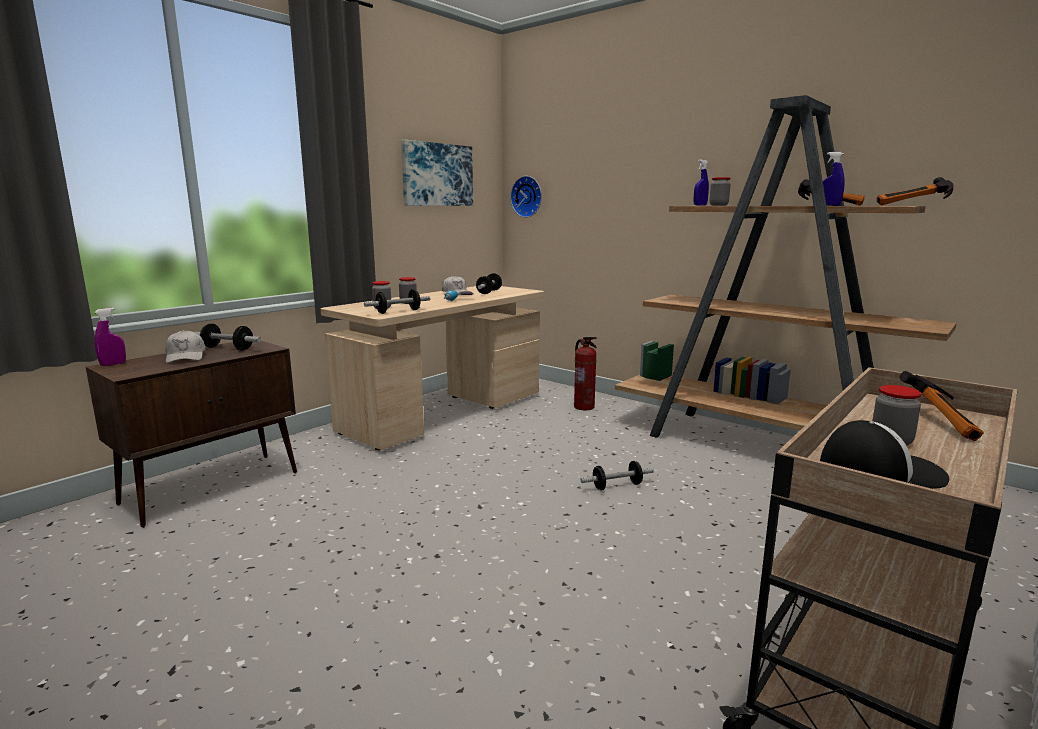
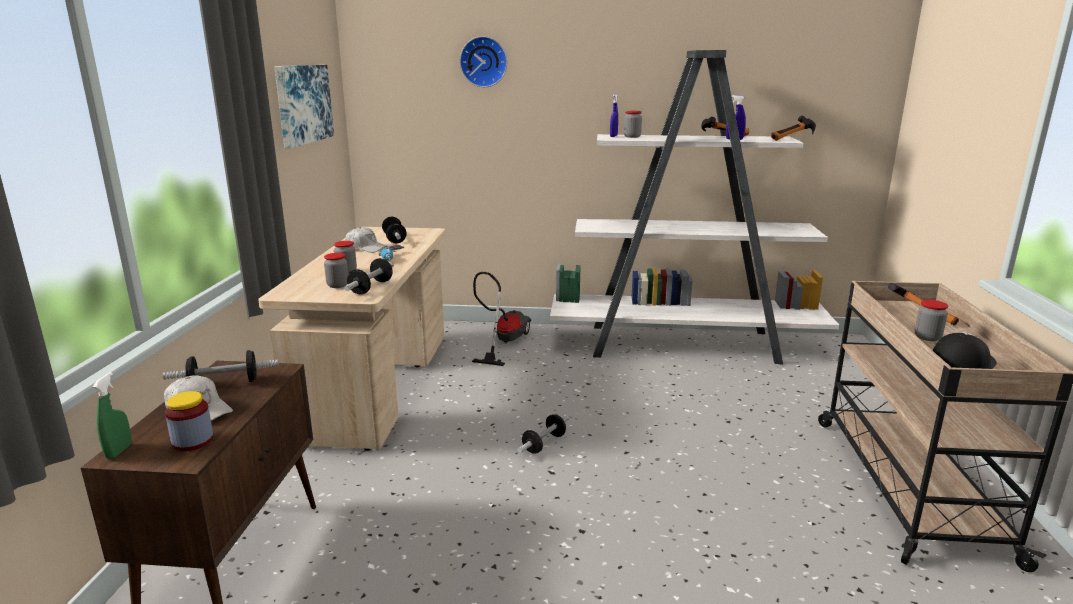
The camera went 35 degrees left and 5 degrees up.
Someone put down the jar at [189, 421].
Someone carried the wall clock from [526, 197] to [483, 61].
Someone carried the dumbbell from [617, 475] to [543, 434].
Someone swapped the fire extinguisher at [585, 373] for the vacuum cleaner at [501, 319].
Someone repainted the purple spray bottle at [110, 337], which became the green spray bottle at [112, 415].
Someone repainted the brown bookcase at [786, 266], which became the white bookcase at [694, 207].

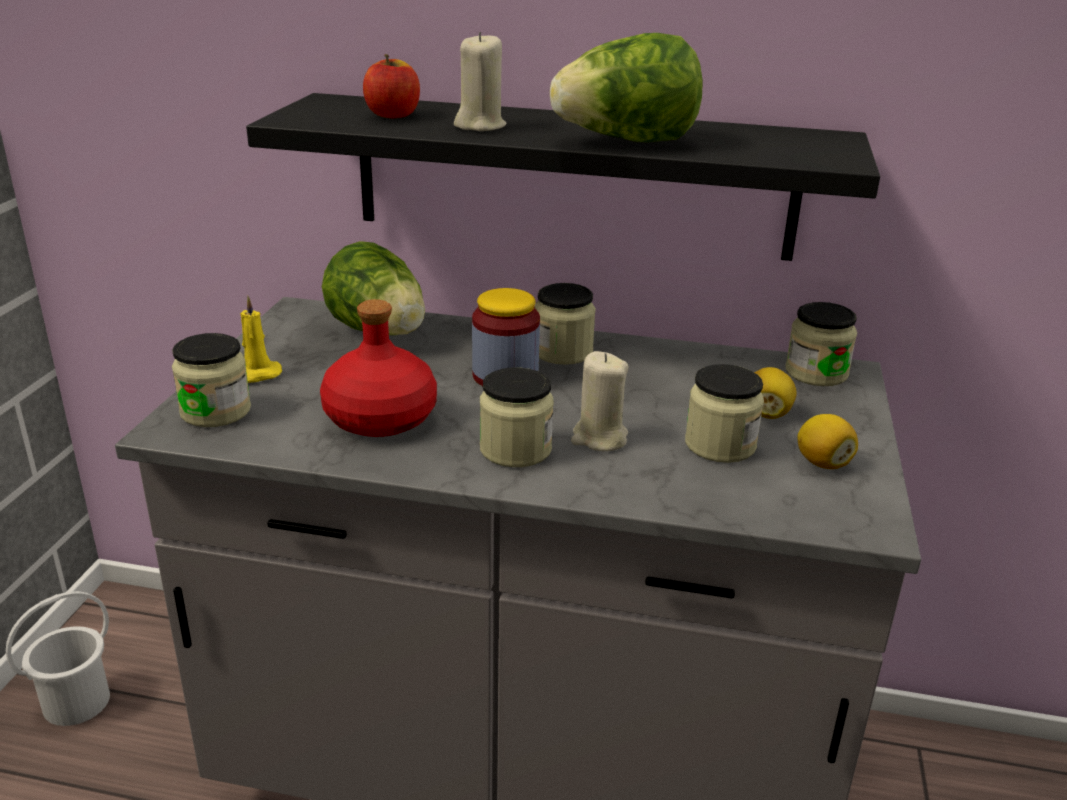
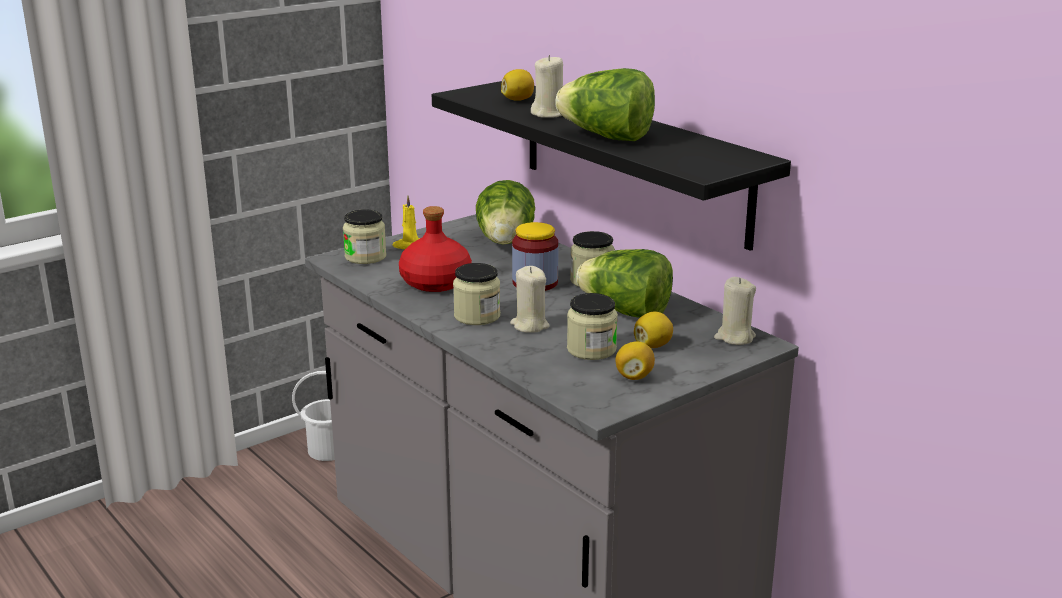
The camera went 40 degrees right and 5 degrees down.
Someone put down the lettuce at [624, 283].
Someone swapped the apple at [391, 86] for the lemon at [517, 85].
Someone swapped the jar at [821, 344] for the beige candle at [735, 311].

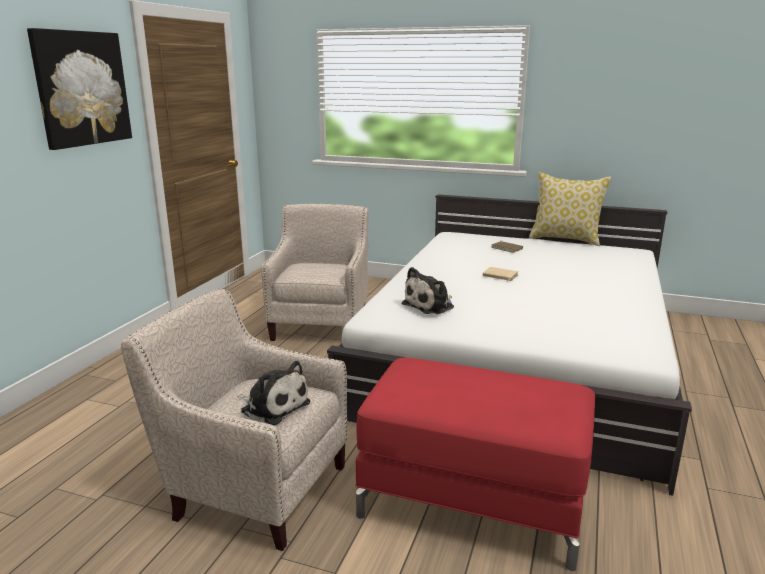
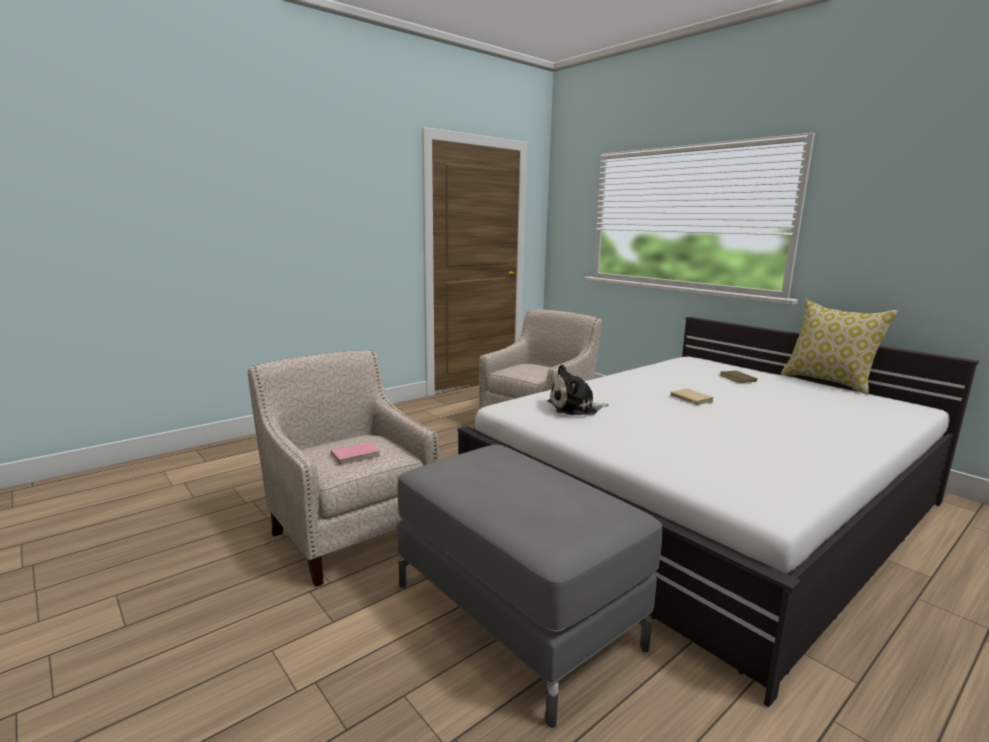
The camera went 30 degrees right and 5 degrees down.
Someone took away the picture at [79, 89].
Someone swapped the plush toy at [273, 393] for the pink book at [354, 454].
Someone repainted the red ottoman at [475, 464], which became the grey ottoman at [529, 586].

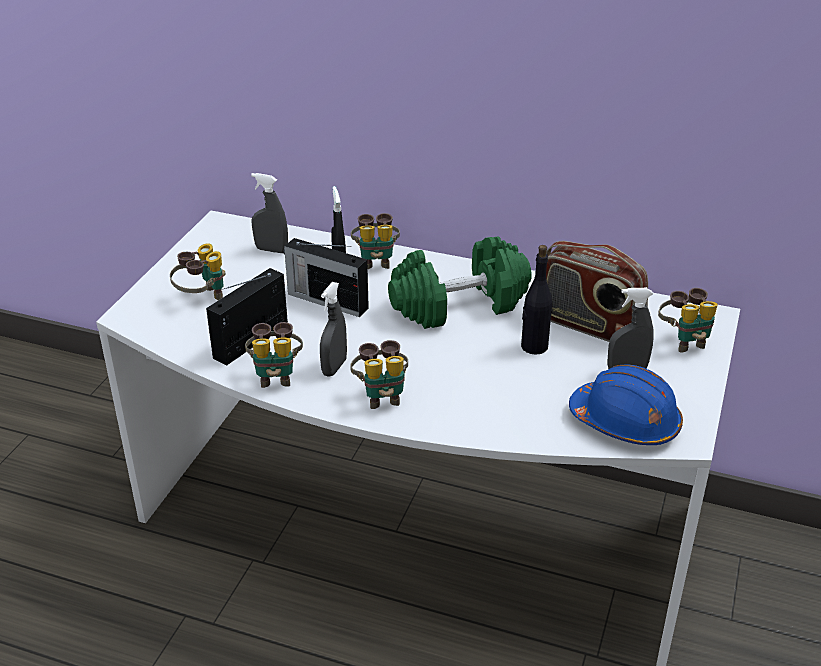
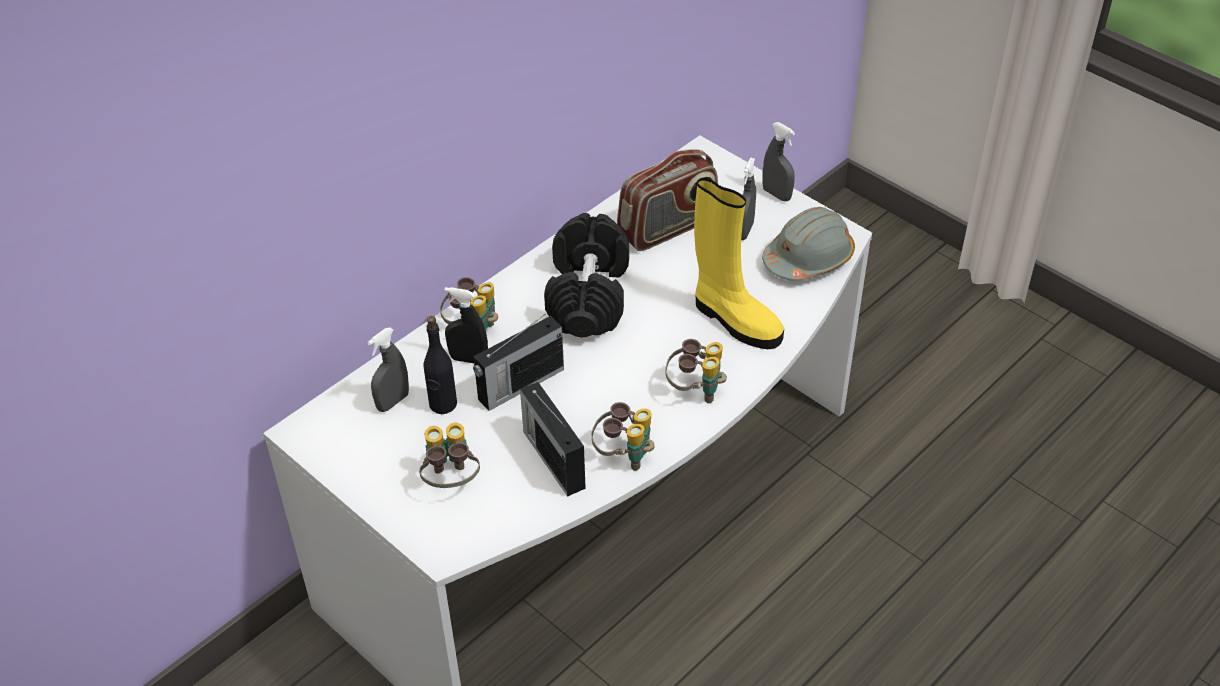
The camera went 65 degrees left and 10 degrees up.
Someone took away the binoculars at [688, 320].
Someone put down the yellow boot at [739, 263].
Someone carried the grey spray bottle from [333, 329] to [778, 161].
Someone carried the black bottle from [536, 300] to [440, 365].
Someone repainted the green dumbbell at [460, 282], which became the black dumbbell at [586, 275].
Someone repainted the blue hard hat at [626, 404], which became the grey hard hat at [808, 244].

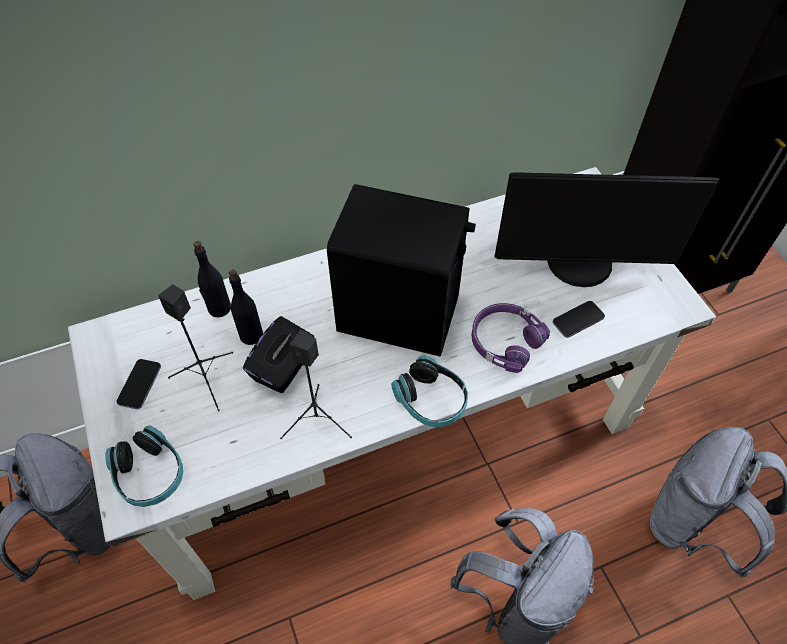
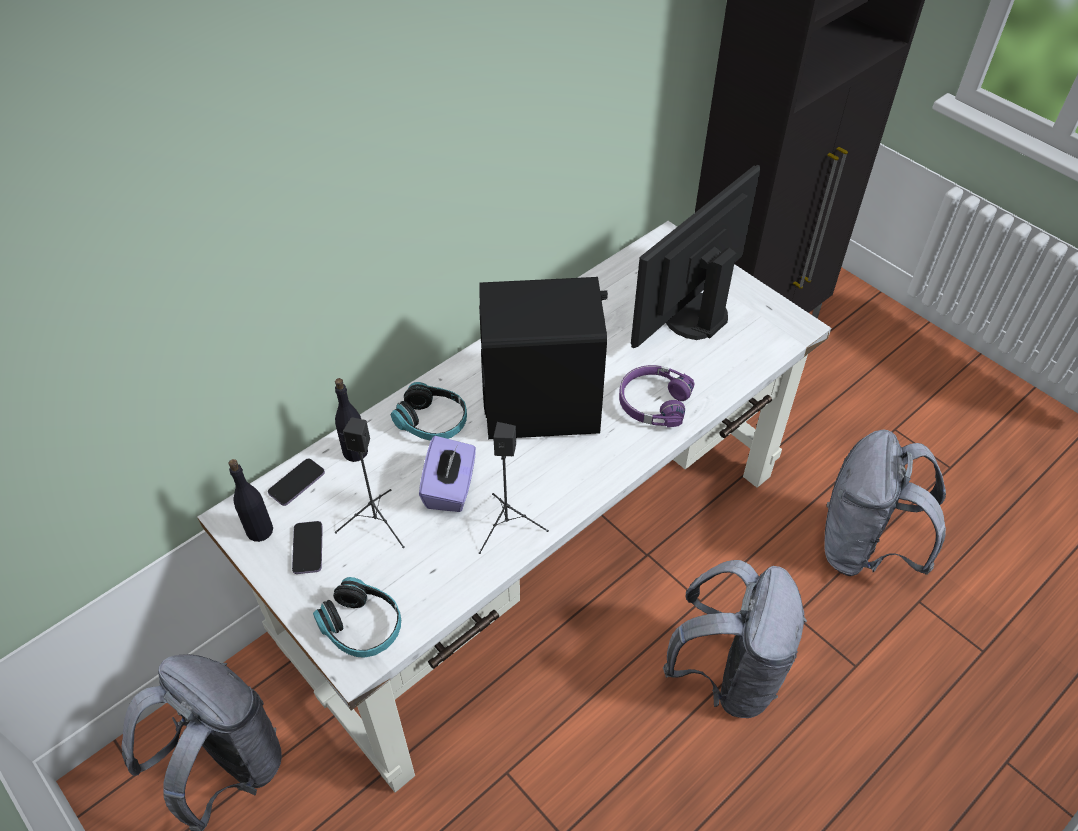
The camera went 20 degrees left and 5 degrees down.
Someone carried the black bottle from [246, 307] to [251, 500].
Someone carried the headphones from [429, 391] to [429, 411].
Someone carried the phone from [579, 319] to [296, 482].
Someone repainted the black tissue box at [279, 354], which became the purple tissue box at [447, 474].
Someone rotated the monitor at [607, 229] by 150 degrees clockwise.

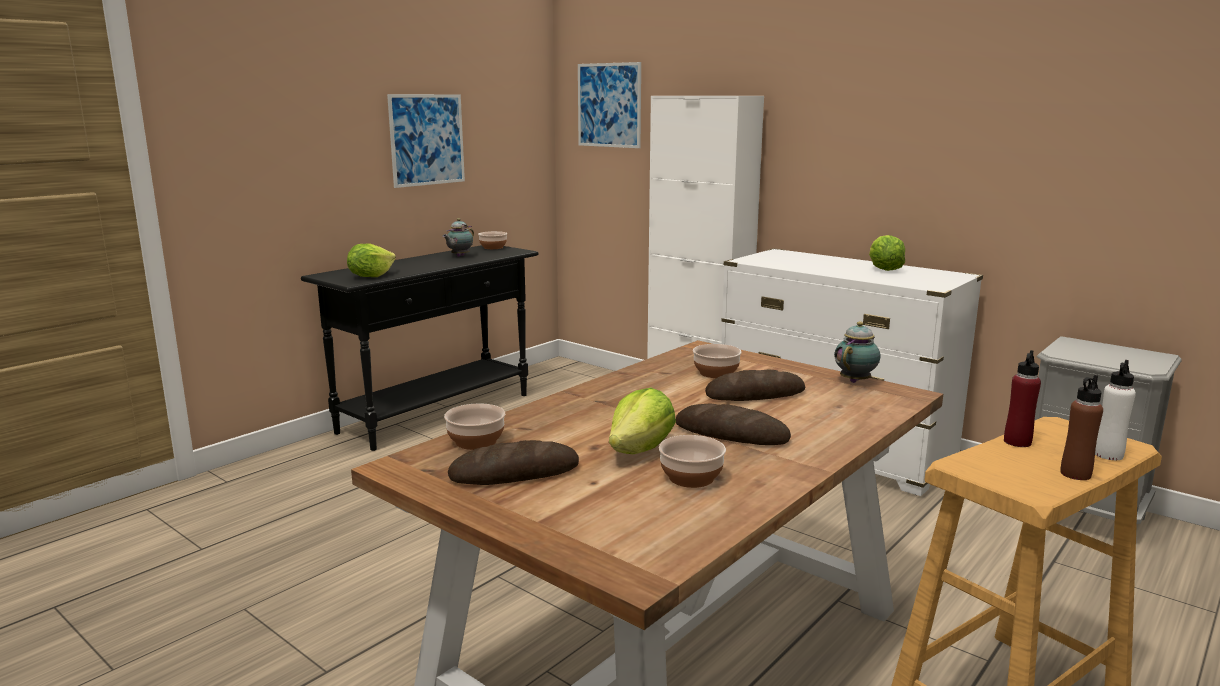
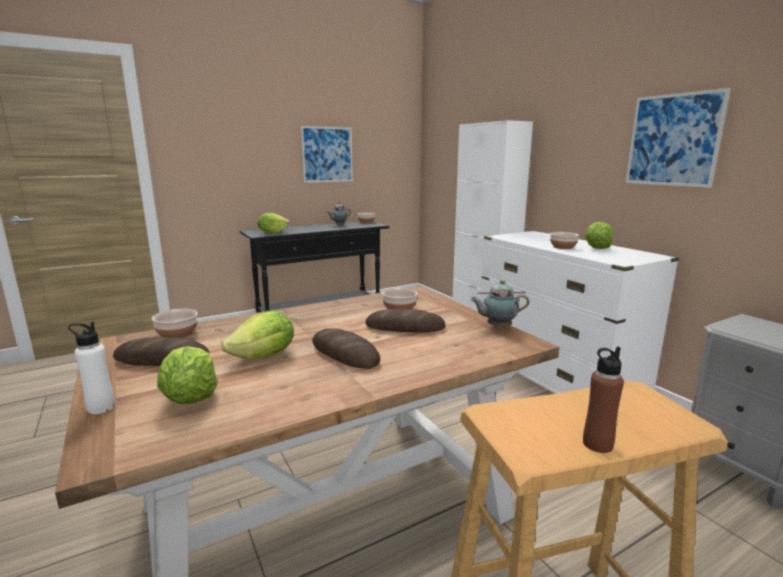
The camera went 20 degrees right and 0 degrees up.
Someone took away the red bottle at [1022, 398].
Someone put down the lettuce at [187, 375].
Someone carried the picture from [609, 105] to [678, 138].
Someone carried the bowl from [692, 461] to [564, 240].
Someone carried the white bottle from [1115, 410] to [91, 367].
Someone rotated the teapot at [857, 352] by 150 degrees counterclockwise.

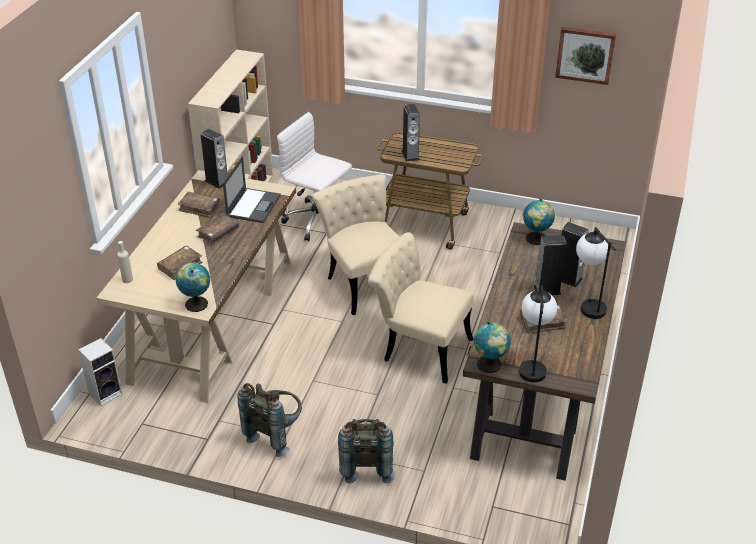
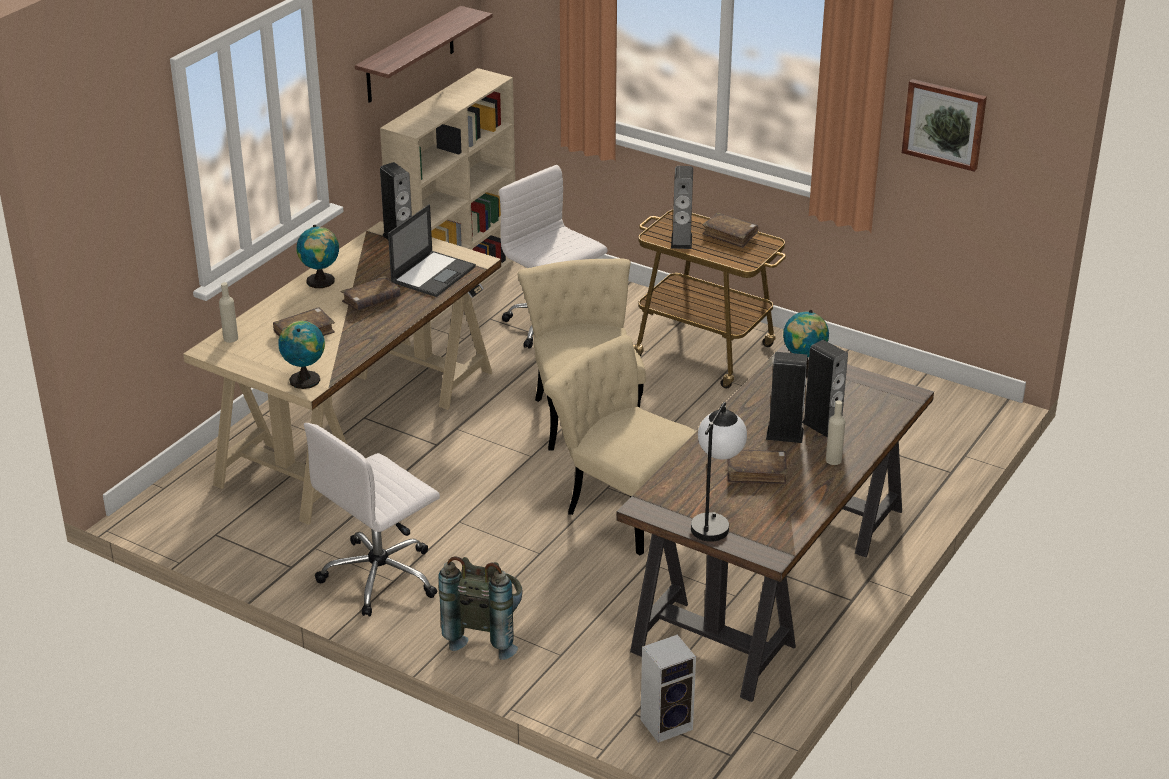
The camera went 15 degrees right and 5 degrees down.
Someone put up the shelf at [424, 54].
Someone carried the speaker from [100, 372] to [668, 688].
Someone carried the brown book from [199, 205] to [730, 230].
Someone carried the globe from [492, 347] to [318, 256].
Someone swapped the grey backpack at [269, 420] for the white office chair at [372, 520].
Someone swapped the table lamp at [596, 273] for the beige bottle at [835, 432].

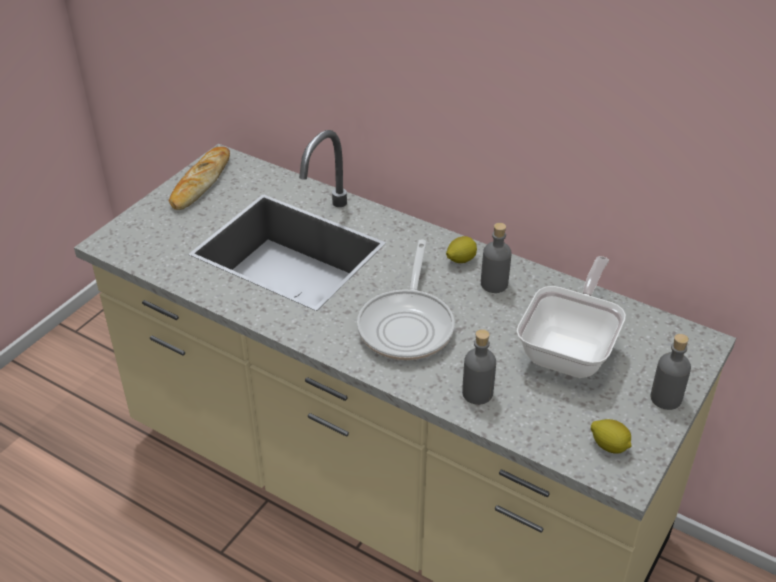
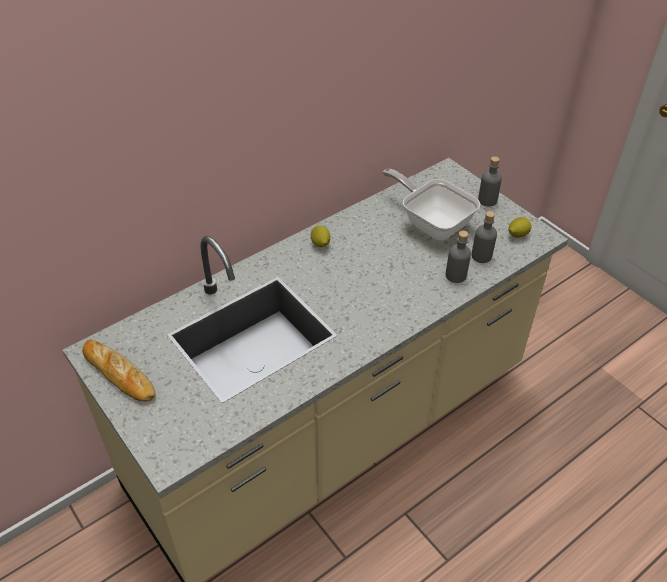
The camera went 70 degrees left and 5 degrees up.
Someone took away the frying pan at [406, 299].
Someone carried the grey bottle from [496, 258] to [484, 237].

